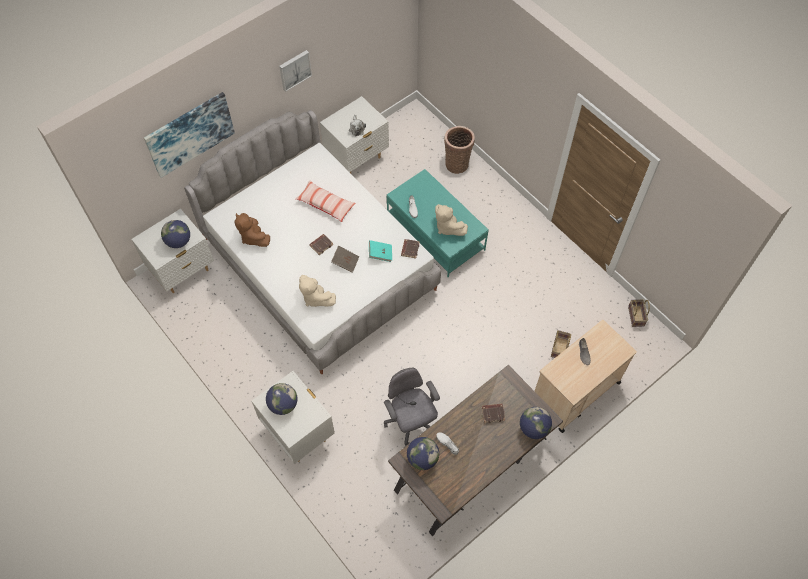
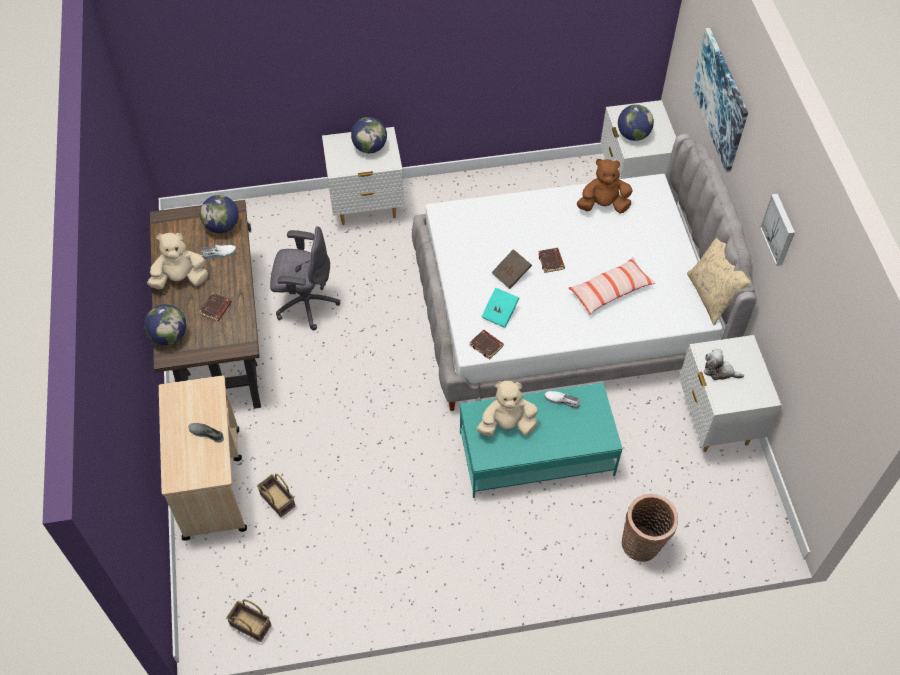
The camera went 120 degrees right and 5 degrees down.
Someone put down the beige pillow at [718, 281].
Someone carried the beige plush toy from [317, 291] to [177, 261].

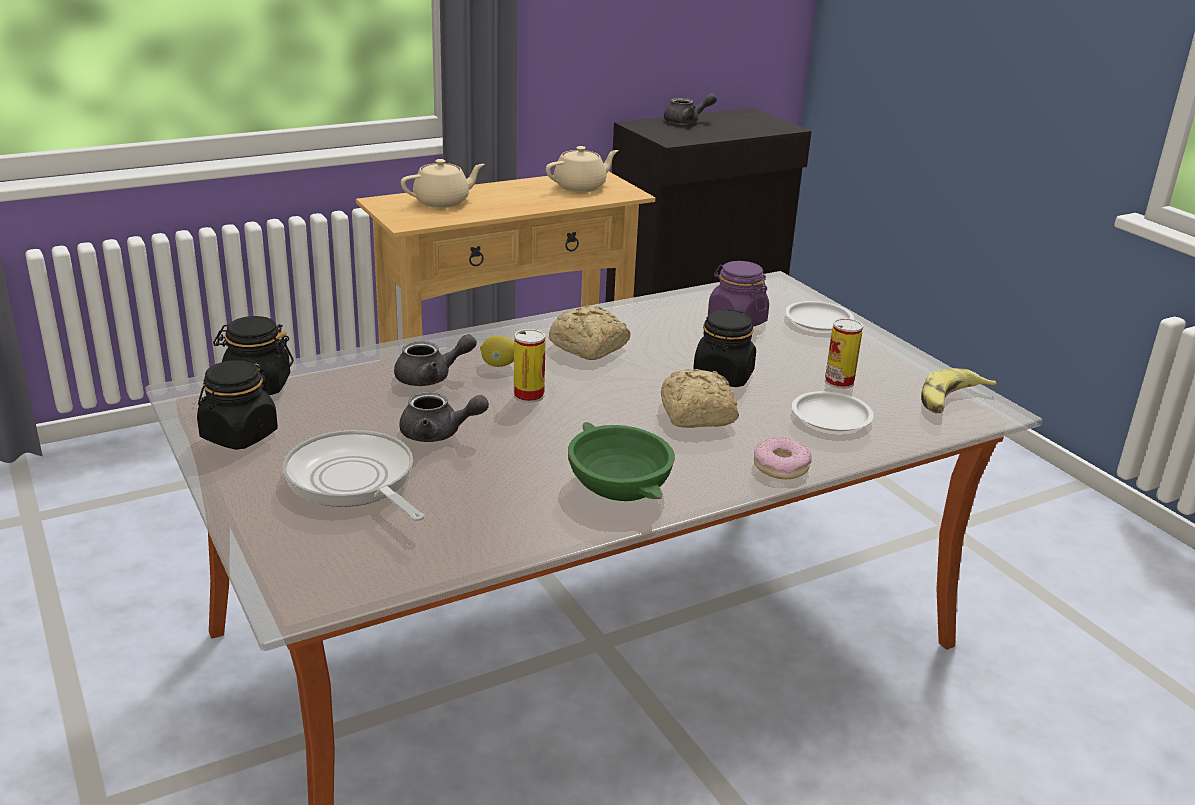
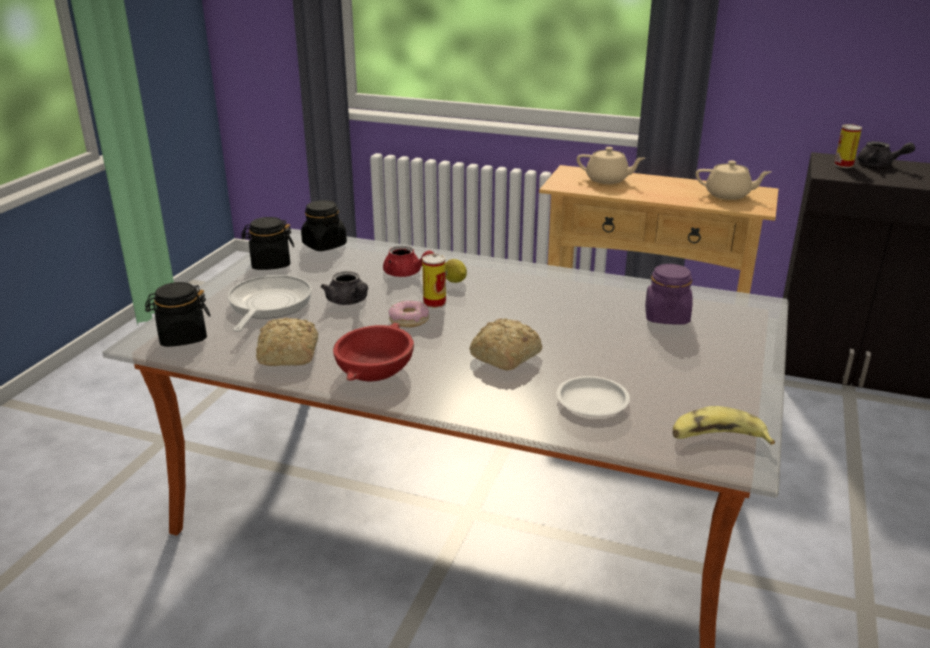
The camera went 50 degrees right and 0 degrees up.
Someone took away the white plate at [819, 316].
Someone carried the bread from [589, 333] to [287, 342].
Someone carried the black jar from [724, 348] to [177, 314].
Someone carried the donut from [783, 458] to [409, 314].
Someone carried the can from [844, 353] to [848, 146].
Someone repainted the grey teapot at [435, 360], which became the red teapot at [408, 261].
Someone repainted the green bowl at [621, 461], which became the red bowl at [373, 352].

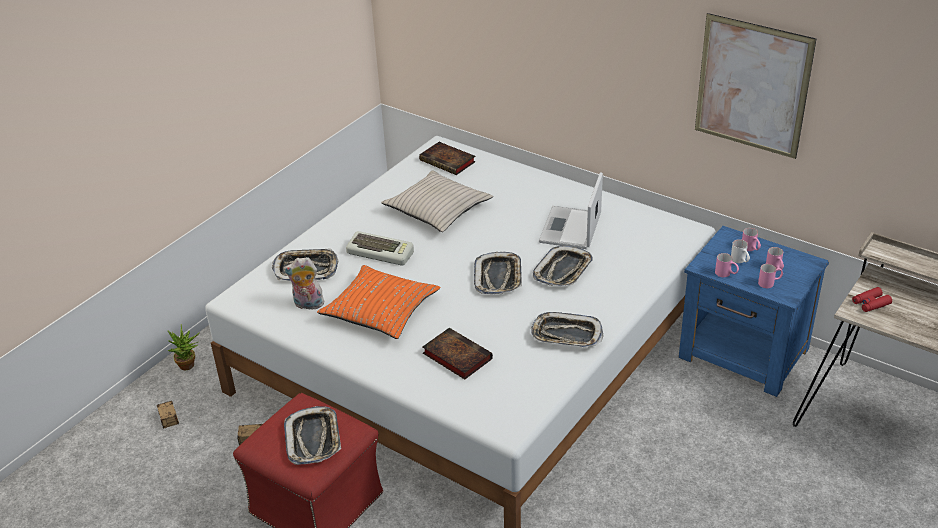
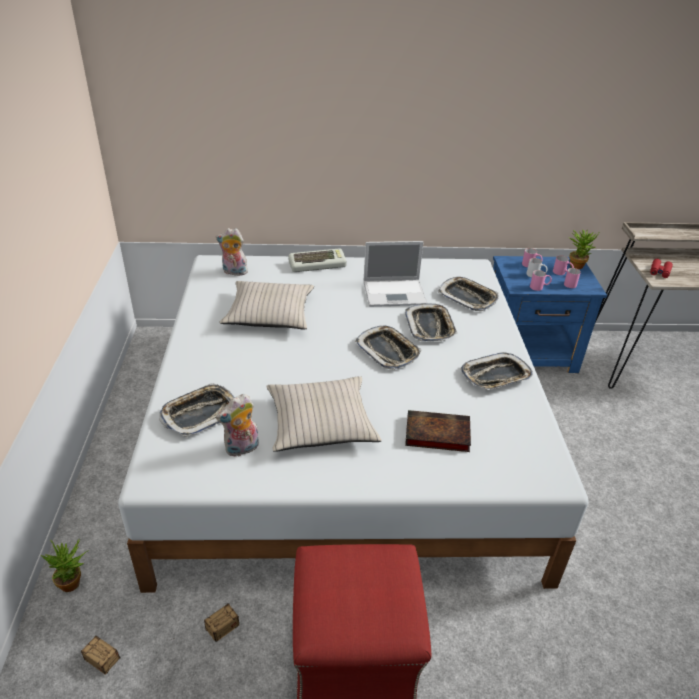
The camera went 40 degrees left and 0 degrees up.
Someone took away the picture at [755, 86].
Someone put down the potted plant at [584, 249].
Someone carried the tray from [312, 435] to [468, 294].
Someone carried the keyboard from [380, 248] to [318, 260].
Someone swapped the book at [447, 158] for the plush toy at [232, 252].
Someone repainted the orange pillow at [378, 302], which became the beige pillow at [324, 414].
Someone rotated the laptop at [571, 210] by 75 degrees counterclockwise.

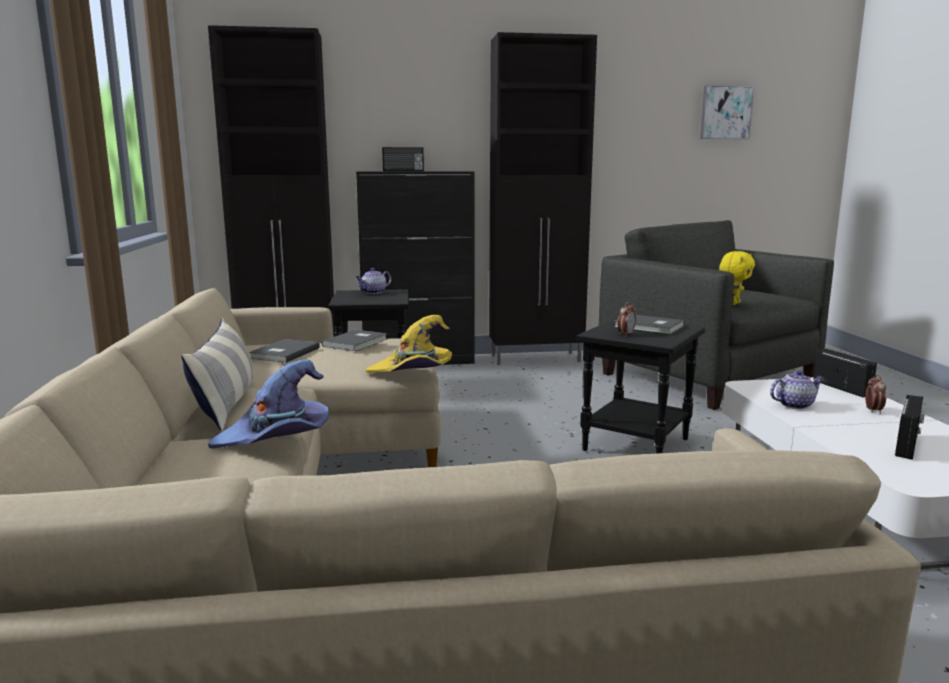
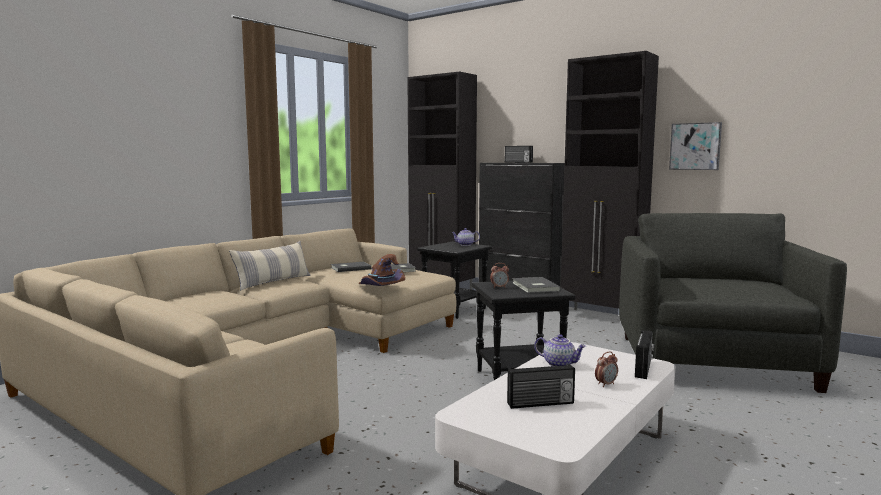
The camera went 45 degrees right and 5 degrees down.
Someone took away the purple hat at [268, 404].
Someone took away the yellow plush toy at [737, 278].
Someone carried the picture from [727, 112] to [695, 146].
Someone repainted the yellow hat at [408, 344], which became the brown hat at [382, 270].

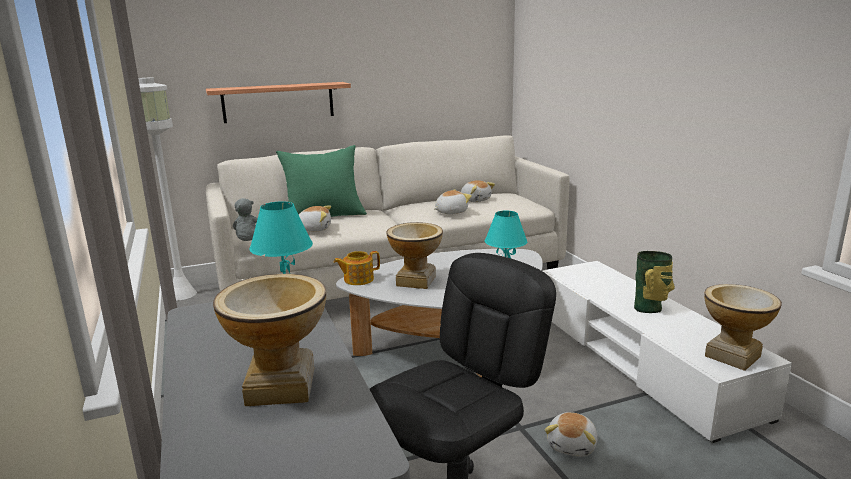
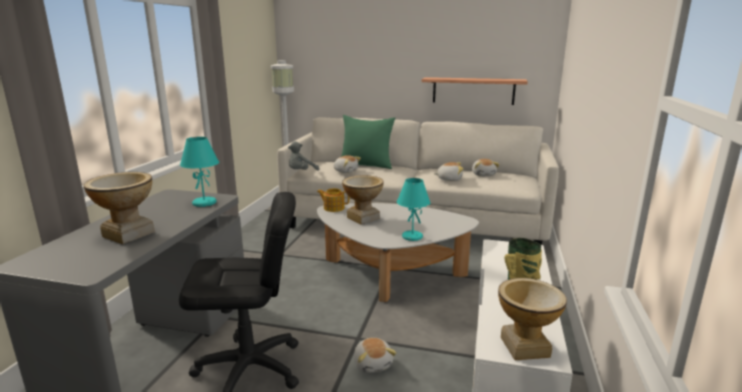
The camera went 35 degrees right and 0 degrees up.
Someone carried the shelf from [278, 102] to [475, 91].
Someone rotated the plush toy at [571, 434] by 75 degrees counterclockwise.

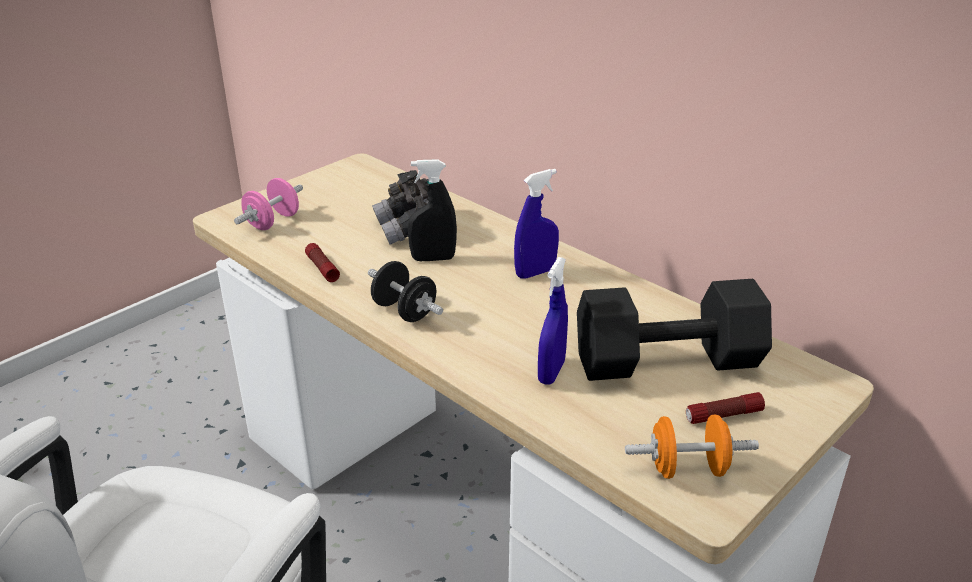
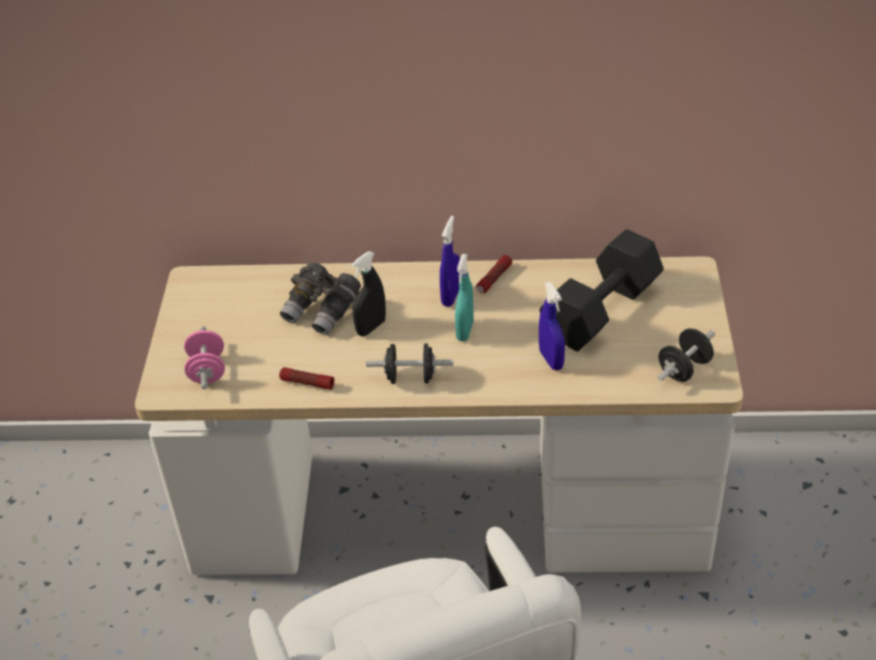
The camera went 40 degrees left and 10 degrees up.
Someone put down the turquoise spray bottle at [464, 297].
Someone carried the flashlight from [725, 408] to [494, 274].
Someone repainted the orange dumbbell at [692, 446], which became the black dumbbell at [686, 355].

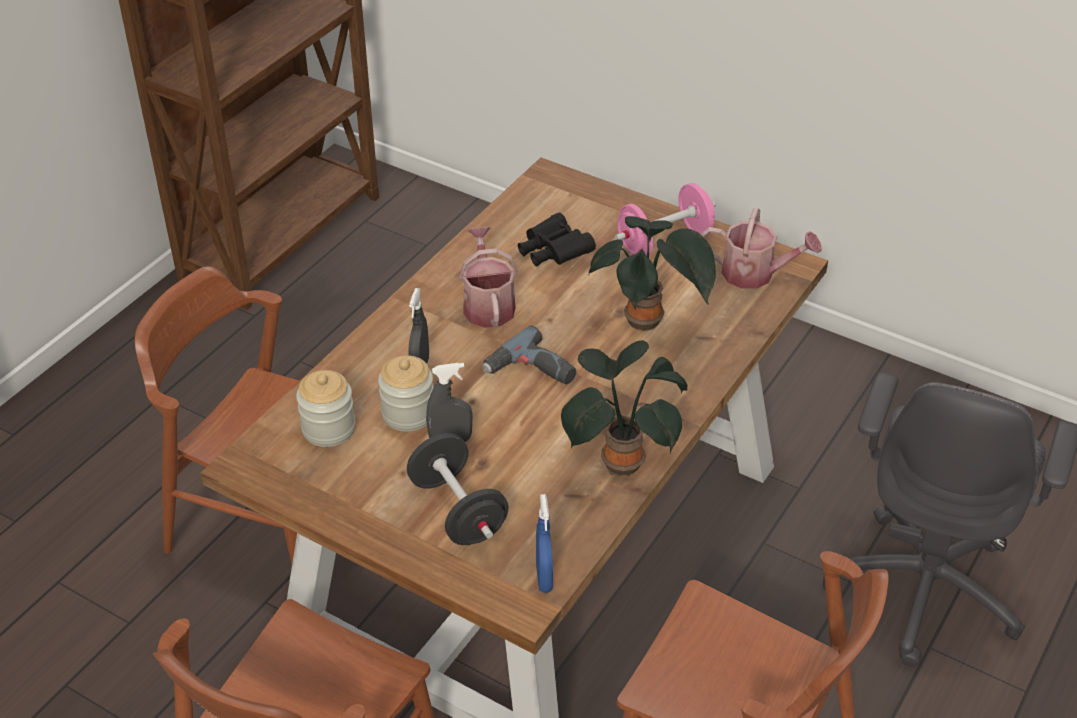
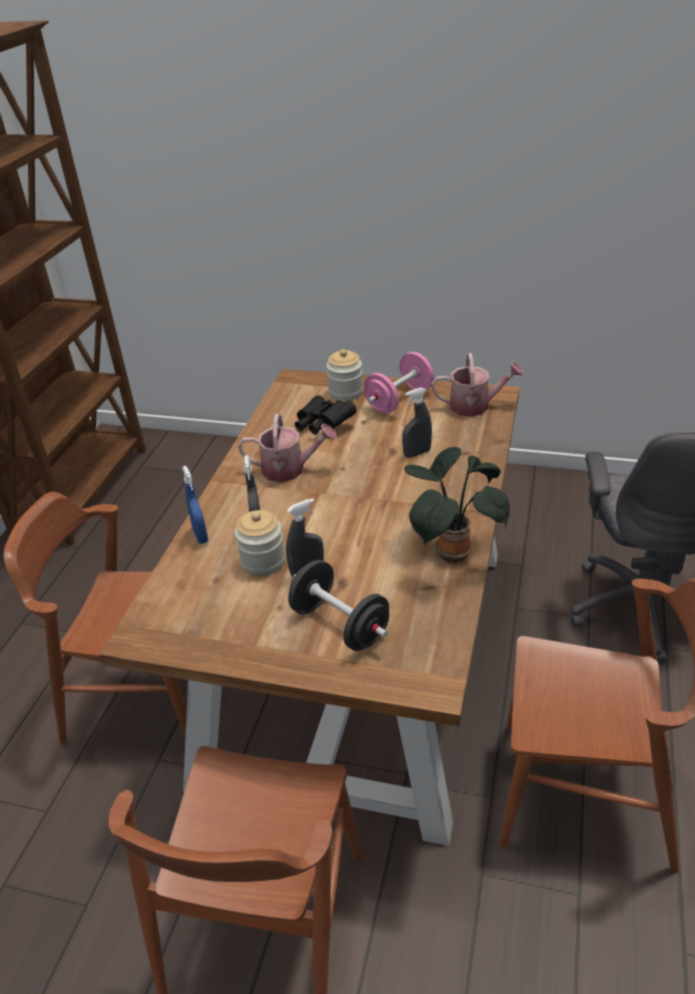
The camera went 15 degrees left and 5 degrees down.
Someone took away the power drill at [529, 354].
Someone carried the jar from [325, 408] to [344, 375].
Someone carried the blue spray bottle from [544, 543] to [195, 505].
Someone swapped the potted plant at [652, 273] for the grey spray bottle at [417, 422].
Someone rotated the watering can at [488, 277] by 120 degrees clockwise.

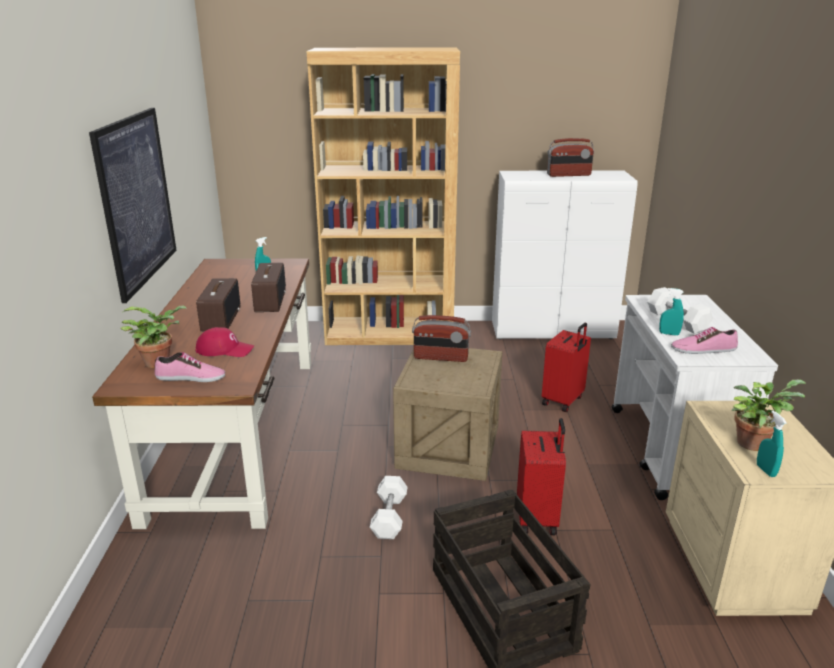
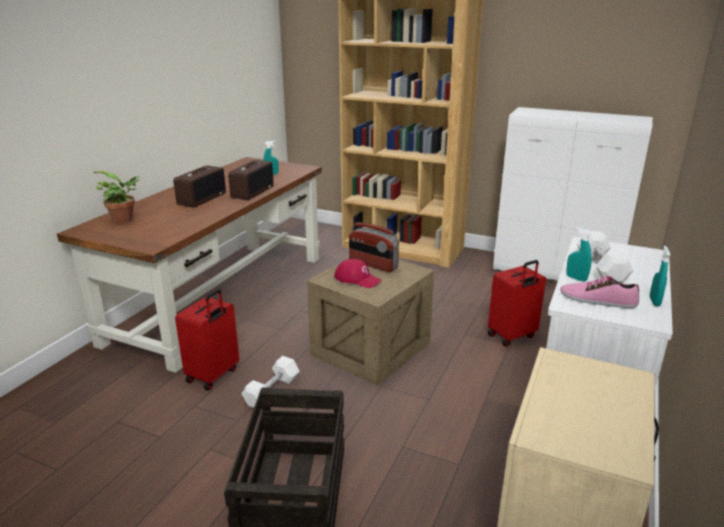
The camera went 25 degrees right and 0 degrees up.
Someone took away the picture at [133, 205].
Someone took away the shoe at [189, 367].
Someone took away the radio at [570, 157].
Someone took away the potted plant at [769, 415].
Someone carried the red cap from [225, 342] to [358, 273].
Someone carried the red suitcase from [541, 476] to [207, 339].
Someone carried the turquoise spray bottle from [772, 443] to [660, 276].

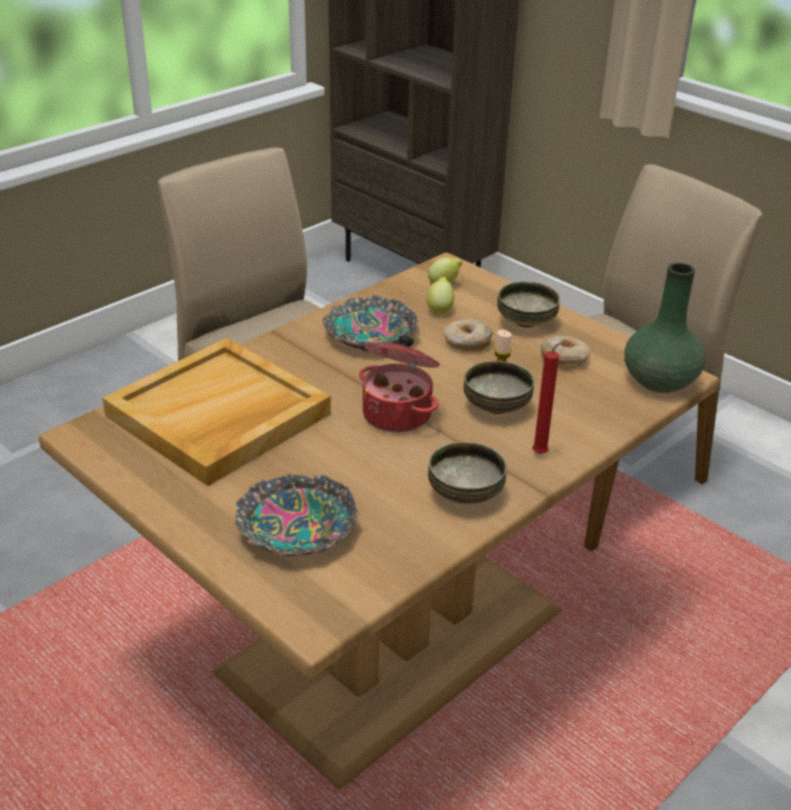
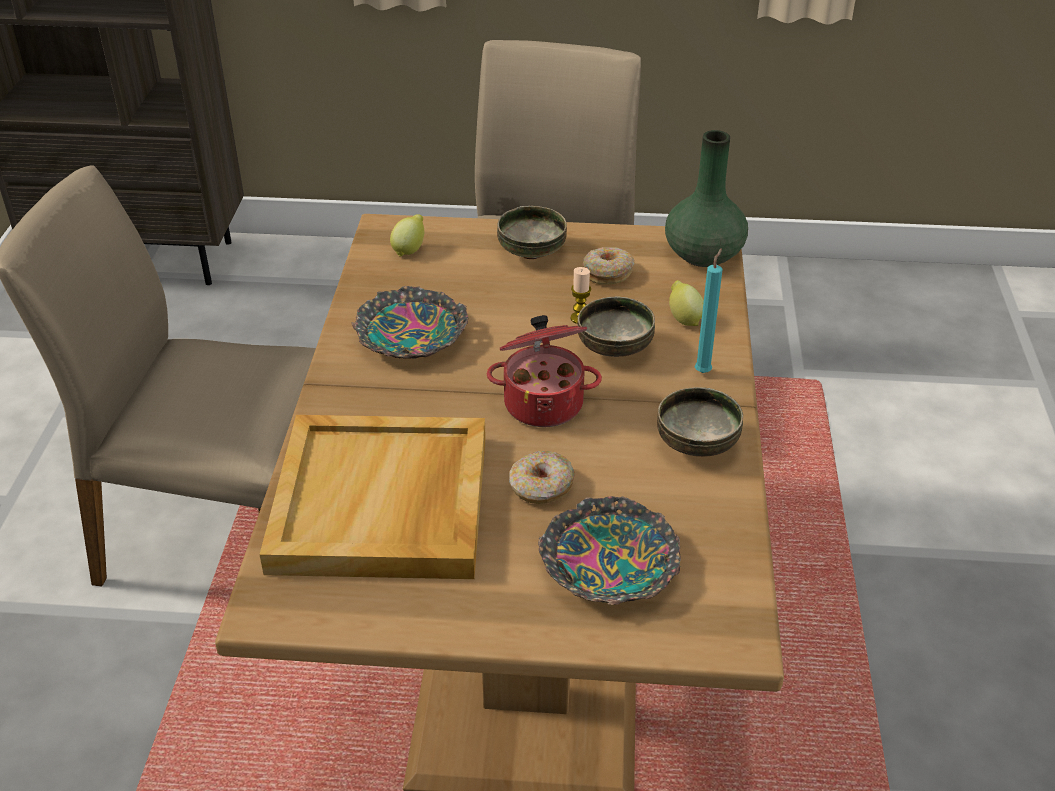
The camera went 40 degrees left and 5 degrees up.
Someone carried the lemon from [440, 296] to [686, 303].
Someone carried the donut from [468, 335] to [542, 477].
Someone repainted the red candle at [549, 397], which became the turquoise candle at [709, 310].

